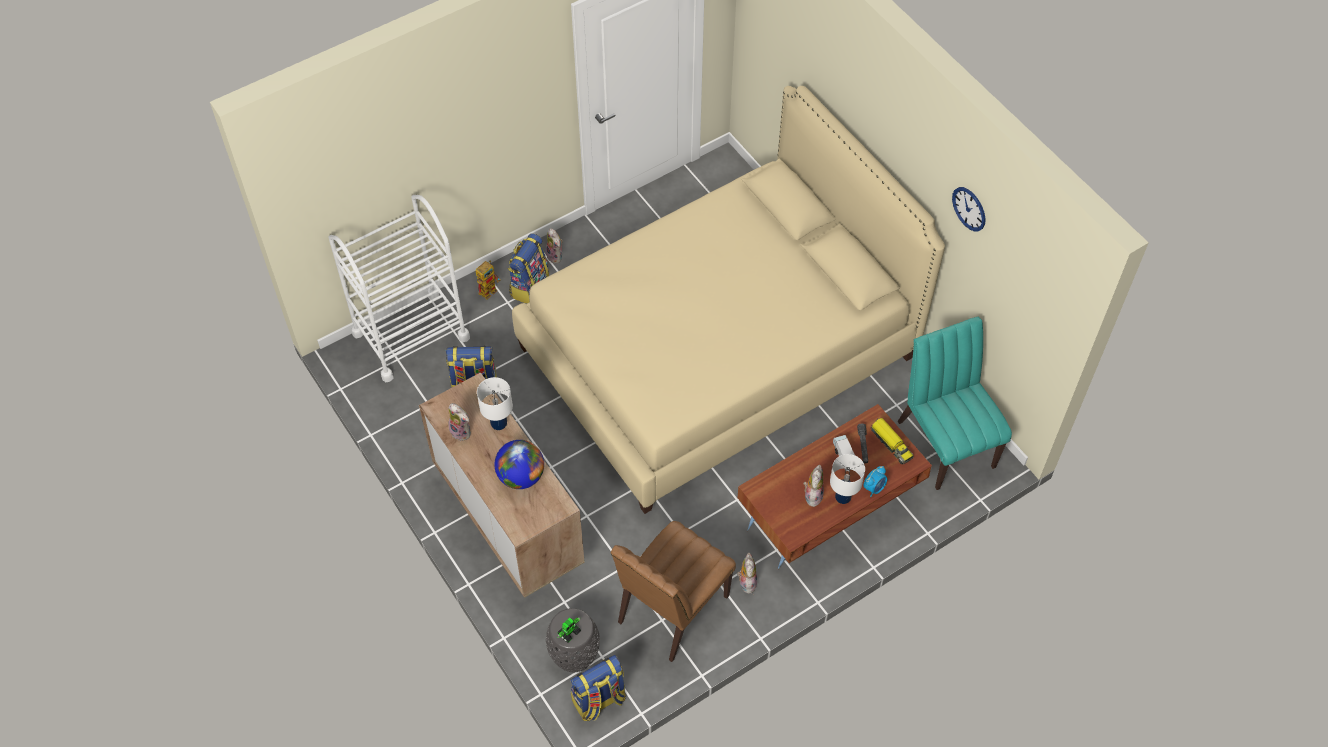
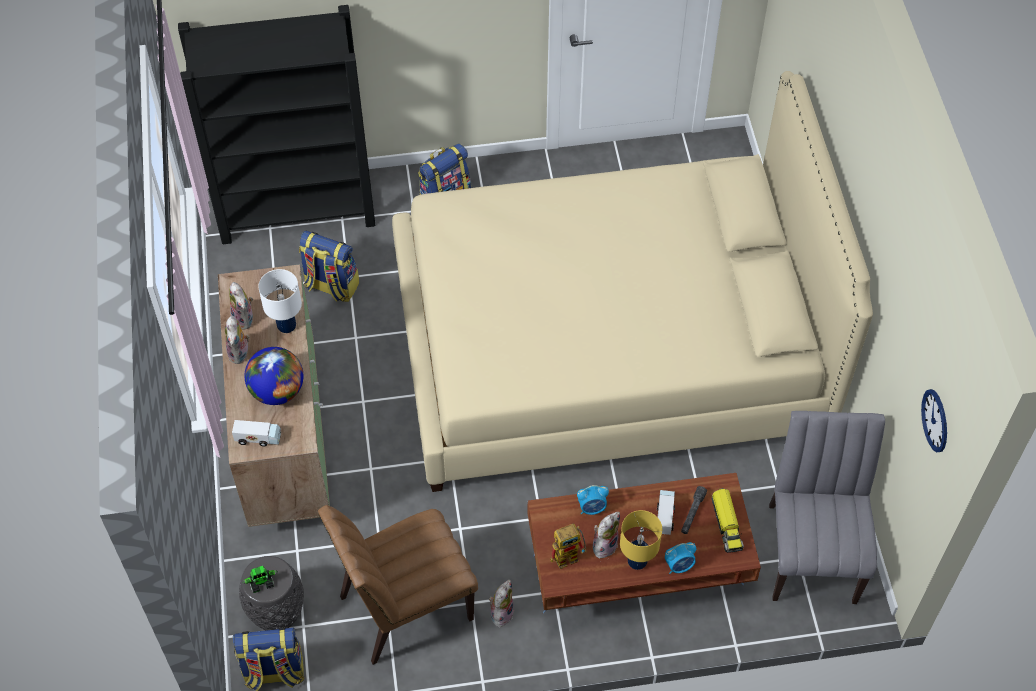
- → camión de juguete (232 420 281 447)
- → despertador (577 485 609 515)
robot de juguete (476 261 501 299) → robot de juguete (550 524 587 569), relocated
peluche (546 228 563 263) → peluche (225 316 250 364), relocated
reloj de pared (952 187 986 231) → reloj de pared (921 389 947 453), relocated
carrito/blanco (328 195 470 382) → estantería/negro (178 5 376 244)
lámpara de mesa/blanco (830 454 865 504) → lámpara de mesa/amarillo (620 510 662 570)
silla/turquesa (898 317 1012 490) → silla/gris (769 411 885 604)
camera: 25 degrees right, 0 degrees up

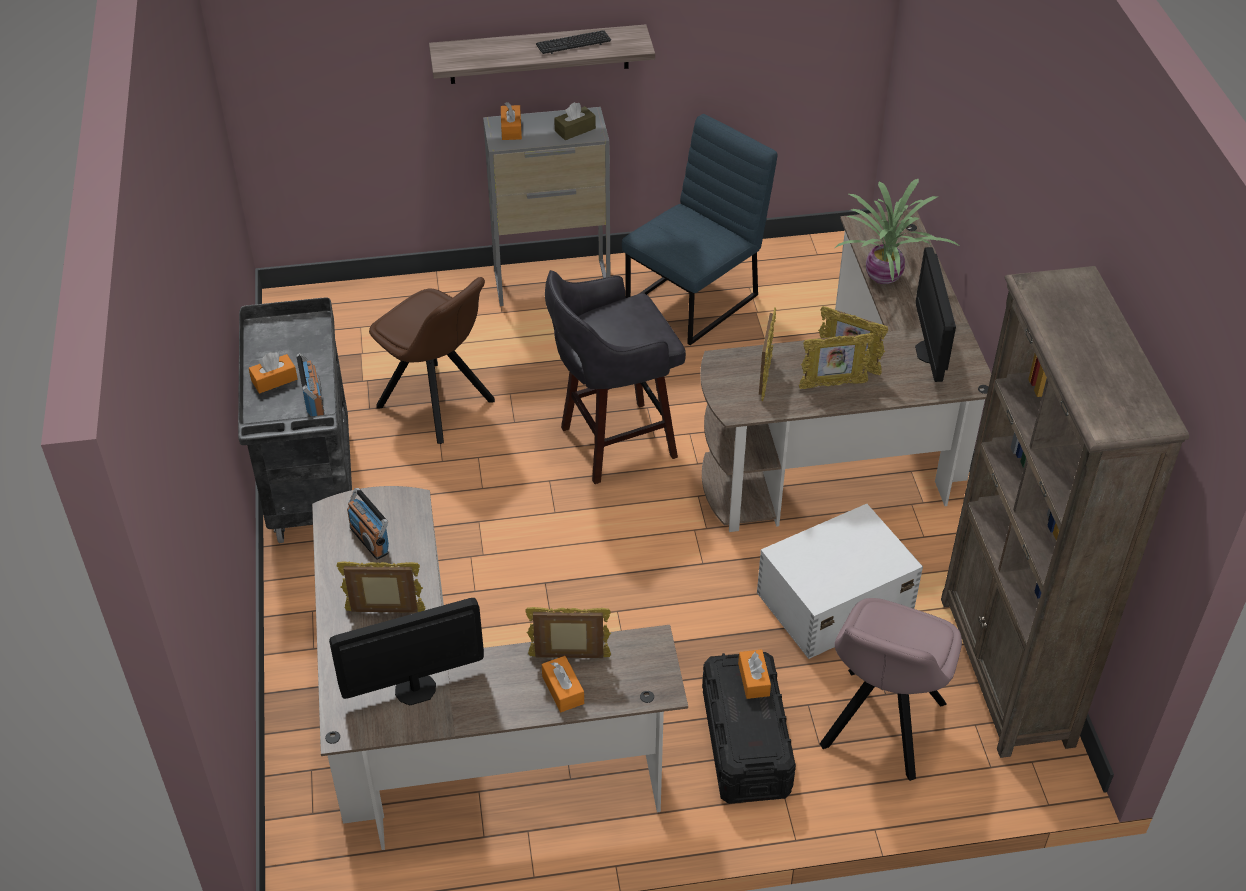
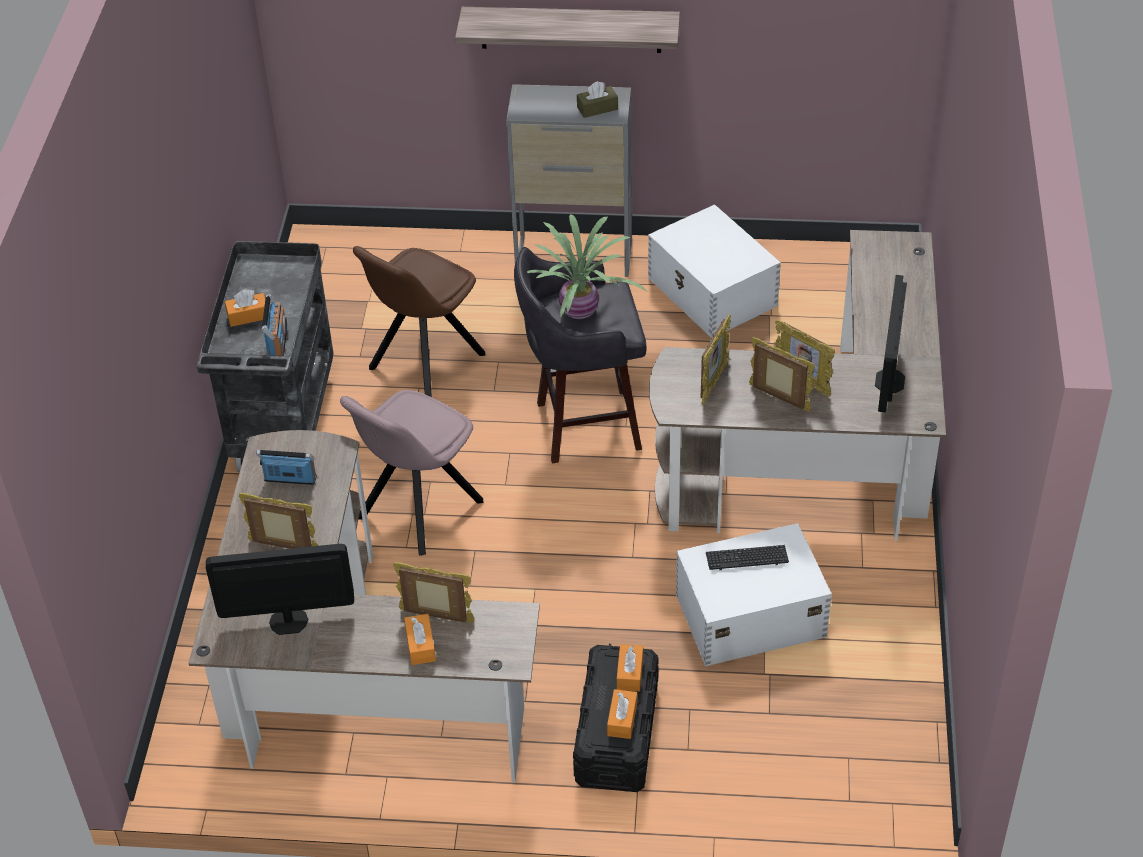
estantería/marrón (941 266 1189 758) → -
caja de pañuelos/naranja (501 102 522 140) → caja de pañuelos/naranja (607 689 637 739), relocated
teclado (536 30 611 54) → teclado (706 545 789 570), relocated
silla/rosa (820 598 962 781) → silla/rosa (340 390 484 555), relocated
planta en maceta (835 179 959 284) → planta en maceta (527 214 646 319), relocated
silla/azul (622 114 777 345) → caja de almacenaje/blanco (648 204 781 338)
radio (347 488 389 560) → radio (256 450 317 485), 120 degrees clockwise
silla/marrón (369 277 495 444) → silla/marrón (353 246 485 397), 75 degrees clockwise
portarretratos (799 333 875 389) → portarretratos (749 337 815 412), 150 degrees counterclockwise
camera: 15 degrees right, 0 degrees up

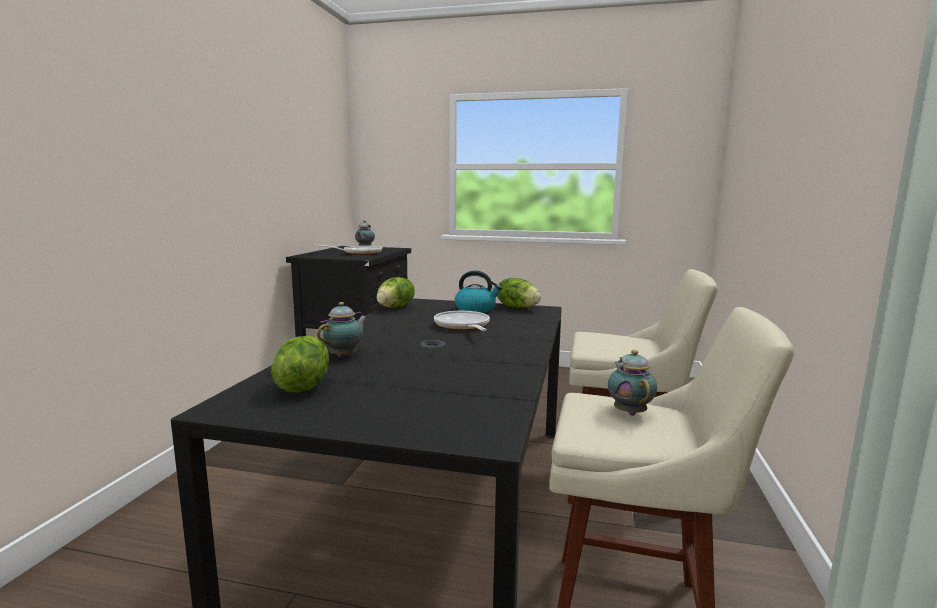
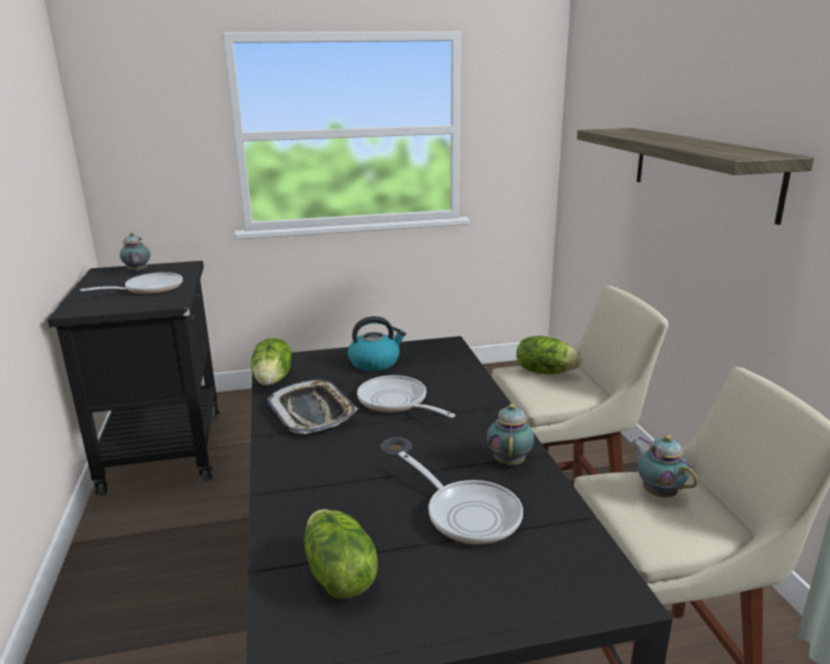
- → bandeja (267 380 358 434)
- → sartén (398 451 523 544)
- → estante (577 128 814 225)
tetera (317 302 368 358) → tetera (487 404 534 466), relocated
lechuga (497 278 541 308) → lechuga (516 336 582 374), relocated
camera: 25 degrees left, 10 degrees up

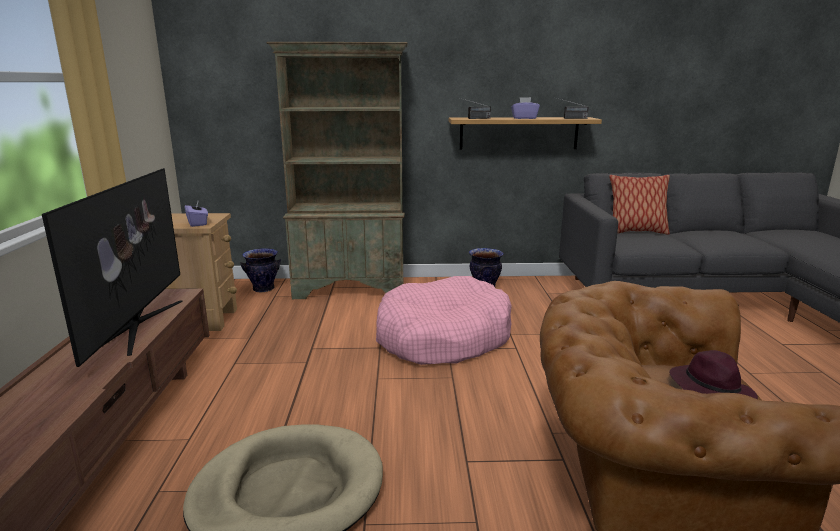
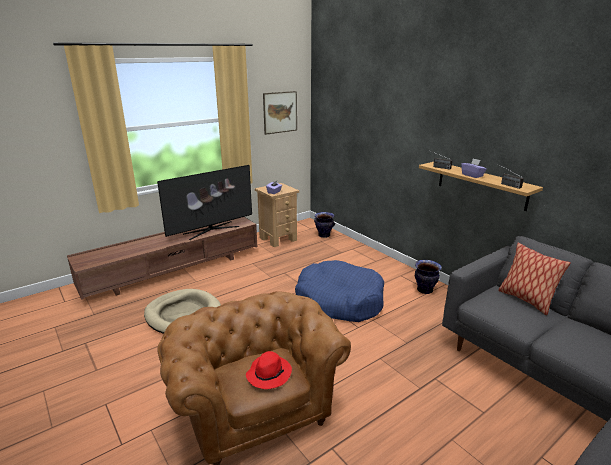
estantería/verde (266 42 408 299) → -
- → cuadro (263 91 297 135)
cama para perro/rosa (376 276 512 365) → cama para perro/azul (295 260 384 322)
sombrero/morado (669 350 758 399) → sombrero/rojo (246 351 292 389)
camera: 55 degrees right, 5 degrees up

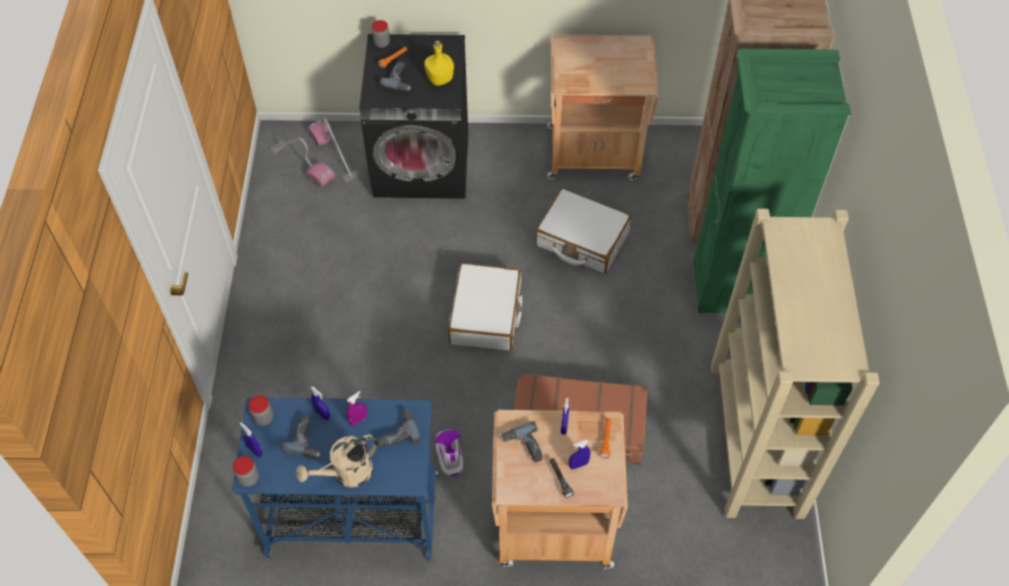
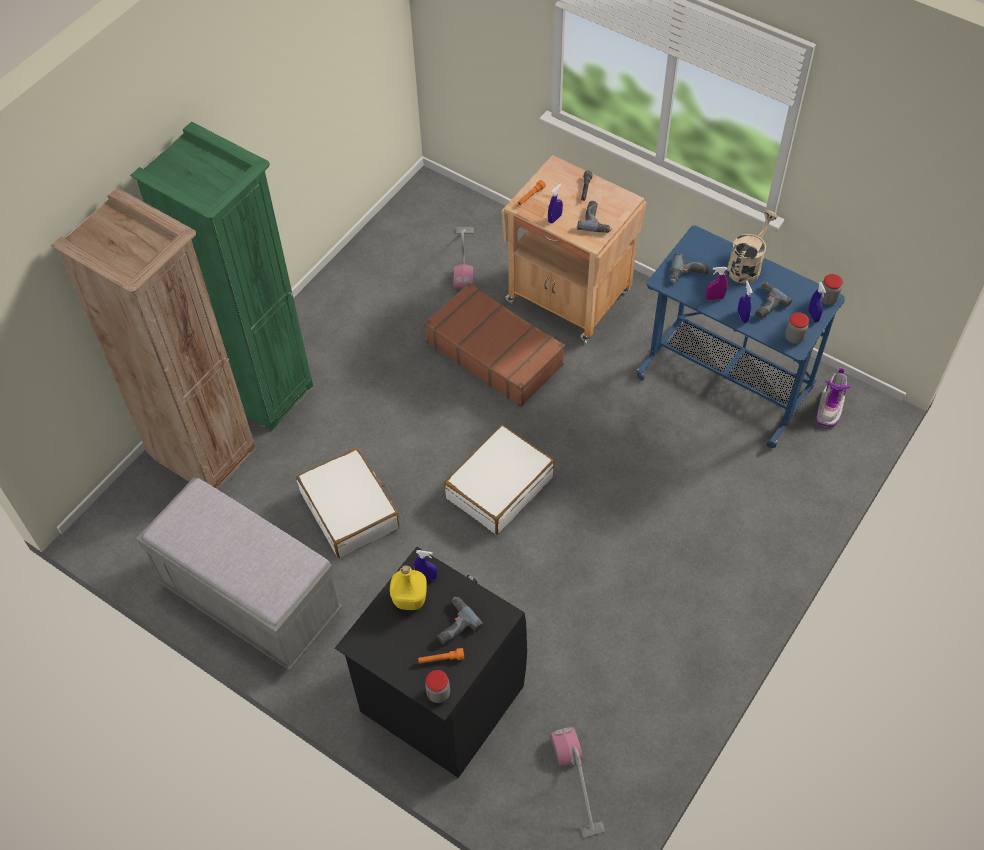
estantería/beis (711 209 880 519) → -
aspiradora (307 118 360 182) → aspiradora (453 227 473 289), relocated
bota (435 429 463 476) → bota (816 368 852 427), relocated
pulverizador/azul (569 440 590 470) → pulverizador/azul (414 550 438 580), relocated
carrito/marrón (547 34 658 181) → banco/gris (136 478 343 671)
regadera/beis (296 435 377 488) → regadera/beis (727 210 778 283), 60 degrees counterclockwise
camera: 145 degrees left, 0 degrees up

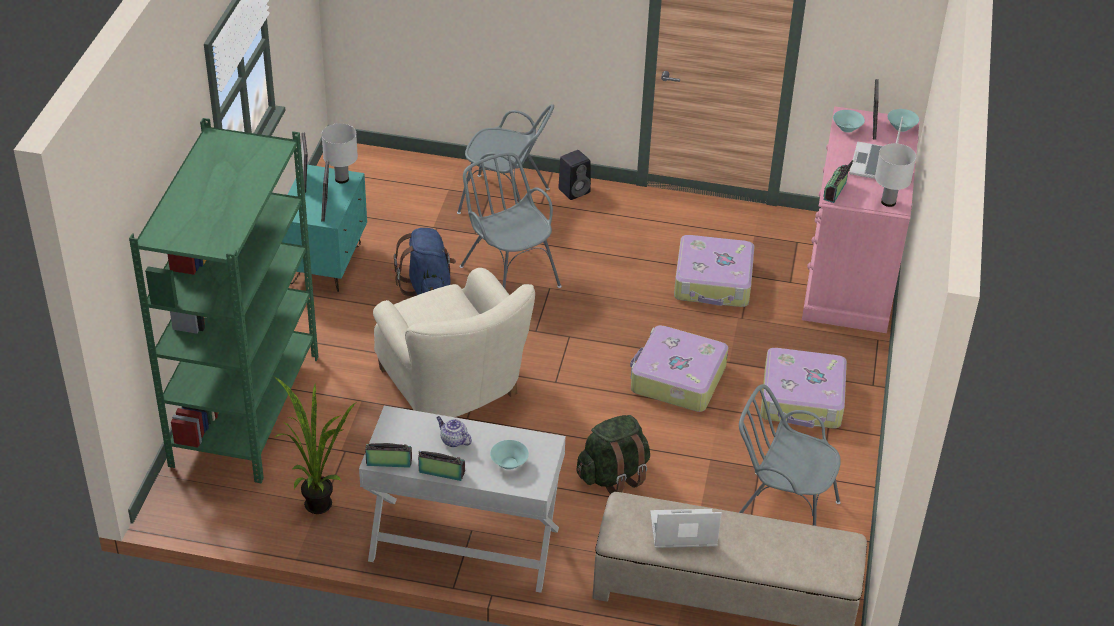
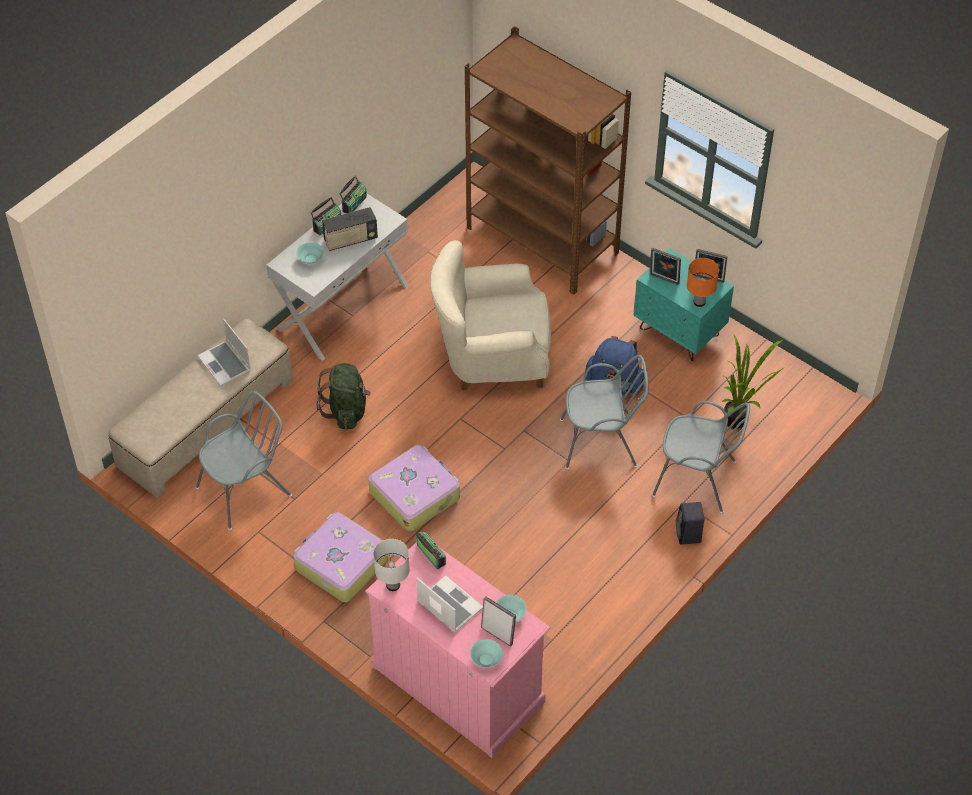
maleta (674 235 754 307) → -
planta en maceta (275 377 357 514) → planta en maceta (722 335 785 429), relocated
tetera (436 416 472 447) → radio (322 207 378 251)
estantería/verde (129 118 318 483) → estantería/marrón (465 26 631 295)
lámpara de mesa/blanco (321 123 358 184) → lámpara de mesa/naranja (687 258 719 307)
silla/gris (457 104 554 214) → silla/gris (652 401 750 514), 120 degrees counterclockwise
portátil (650 509 722 548) → portátil (197 319 251 386), 120 degrees clockwise
camera: 120 degrees right, 10 degrees up

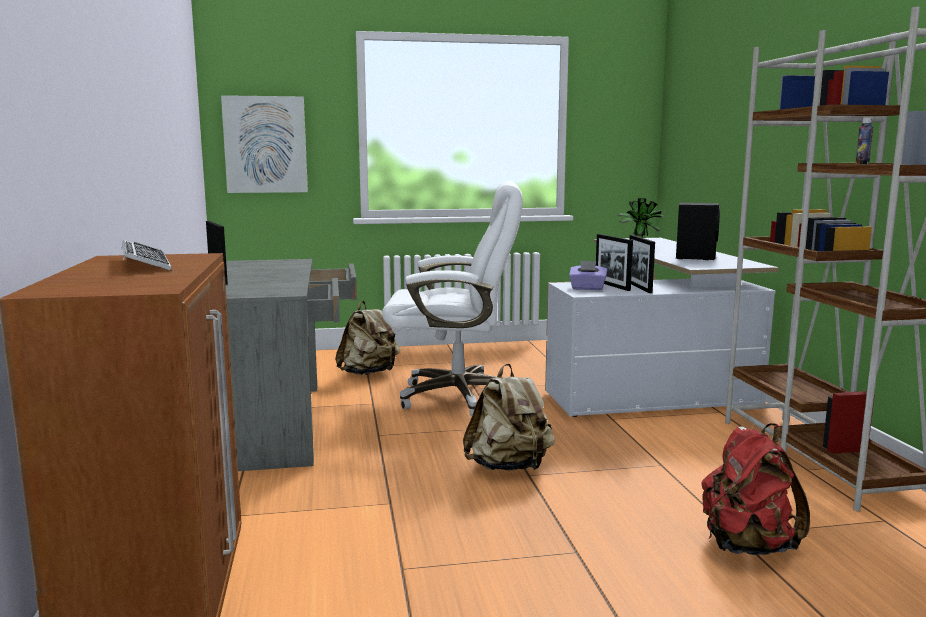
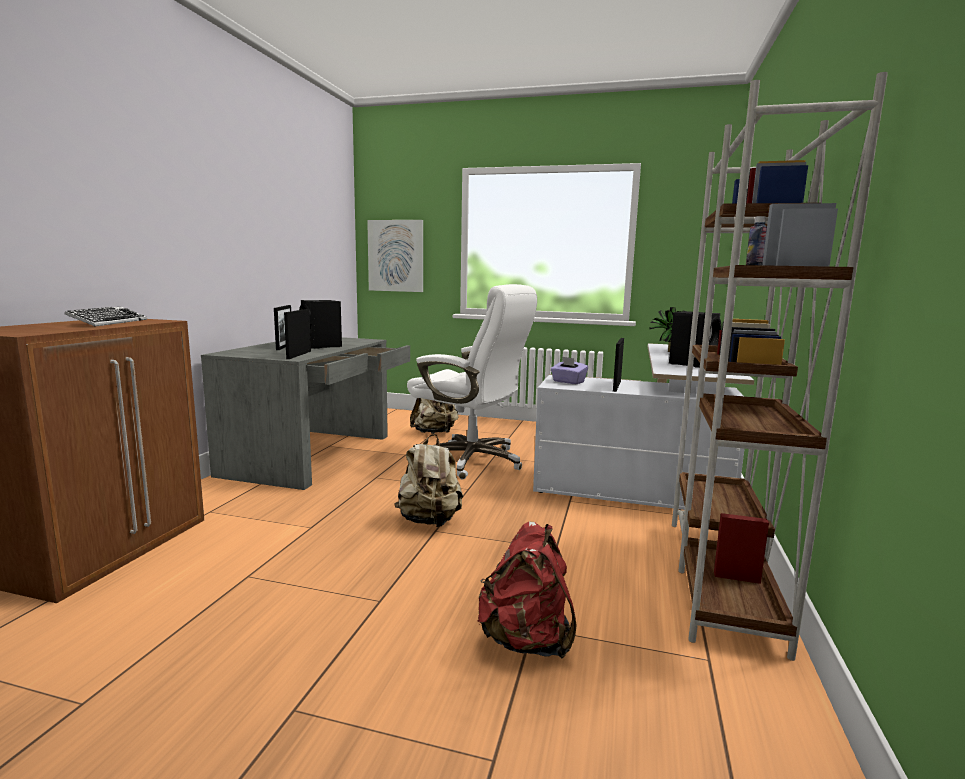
- → altavoz/negro (299 300 342 349)
portarretratos (596 234 633 291) → portarretratos (284 309 311 359), relocated
camera: 25 degrees right, 0 degrees up

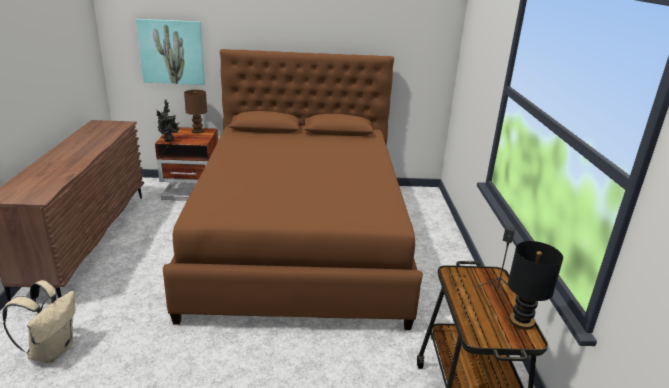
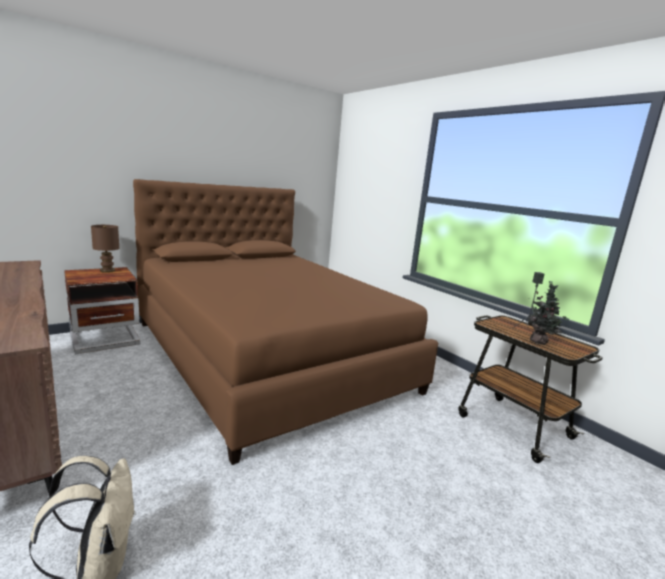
cuadro (136 19 205 85) → -
lámpara de mesa/negro (508 241 563 330) → -
planta en maceta (156 99 180 142) → planta en maceta (527 281 569 345), relocated
camera: 35 degrees left, 10 degrees down

